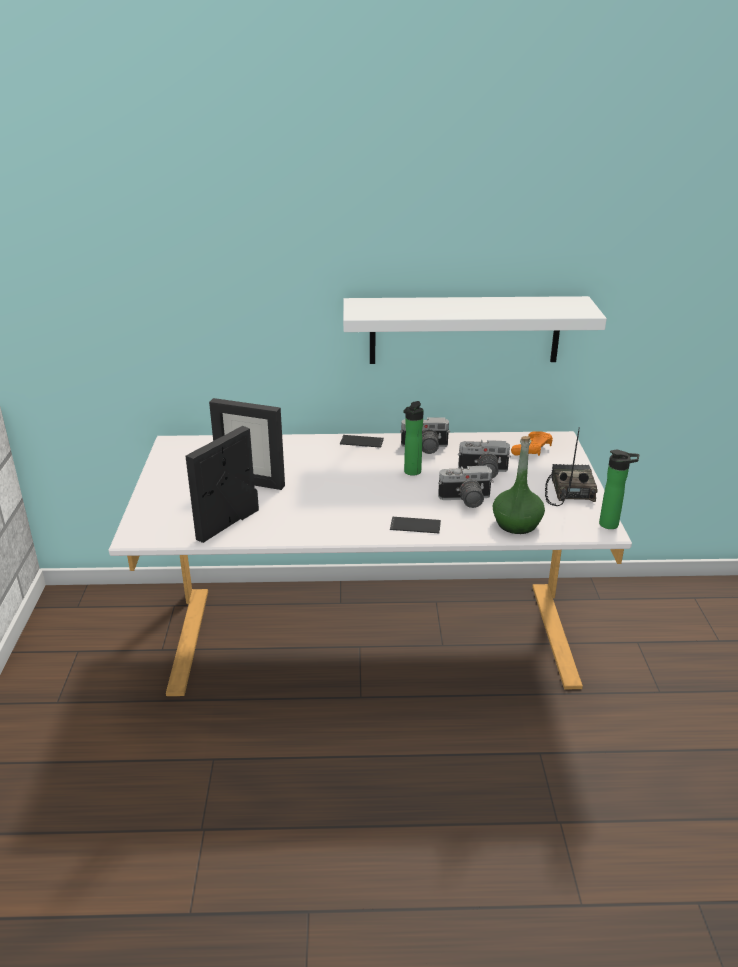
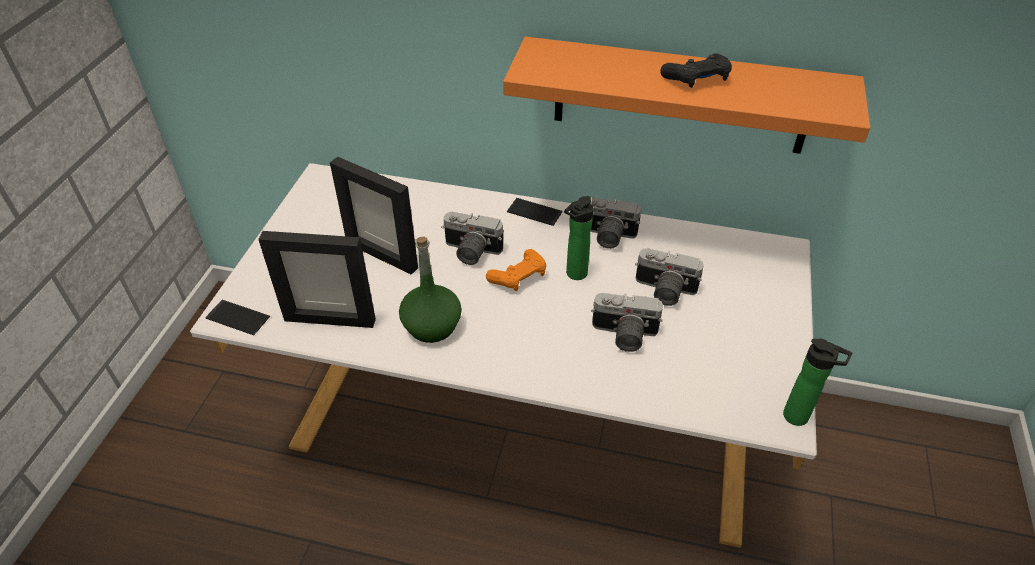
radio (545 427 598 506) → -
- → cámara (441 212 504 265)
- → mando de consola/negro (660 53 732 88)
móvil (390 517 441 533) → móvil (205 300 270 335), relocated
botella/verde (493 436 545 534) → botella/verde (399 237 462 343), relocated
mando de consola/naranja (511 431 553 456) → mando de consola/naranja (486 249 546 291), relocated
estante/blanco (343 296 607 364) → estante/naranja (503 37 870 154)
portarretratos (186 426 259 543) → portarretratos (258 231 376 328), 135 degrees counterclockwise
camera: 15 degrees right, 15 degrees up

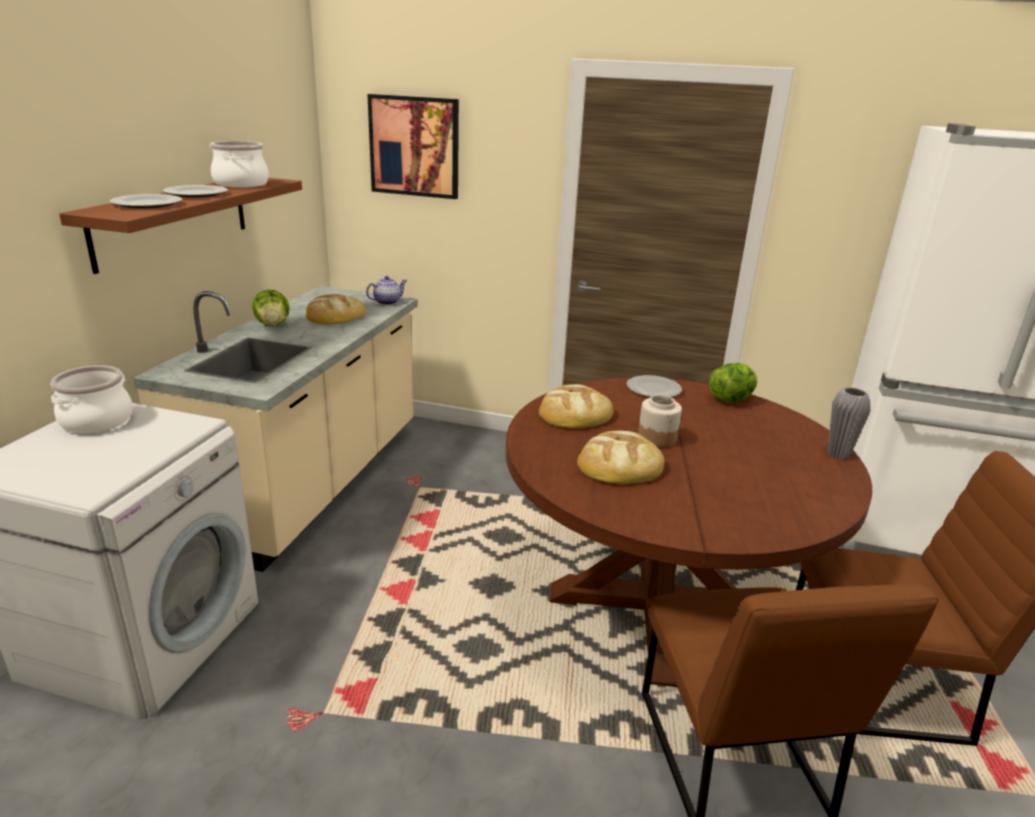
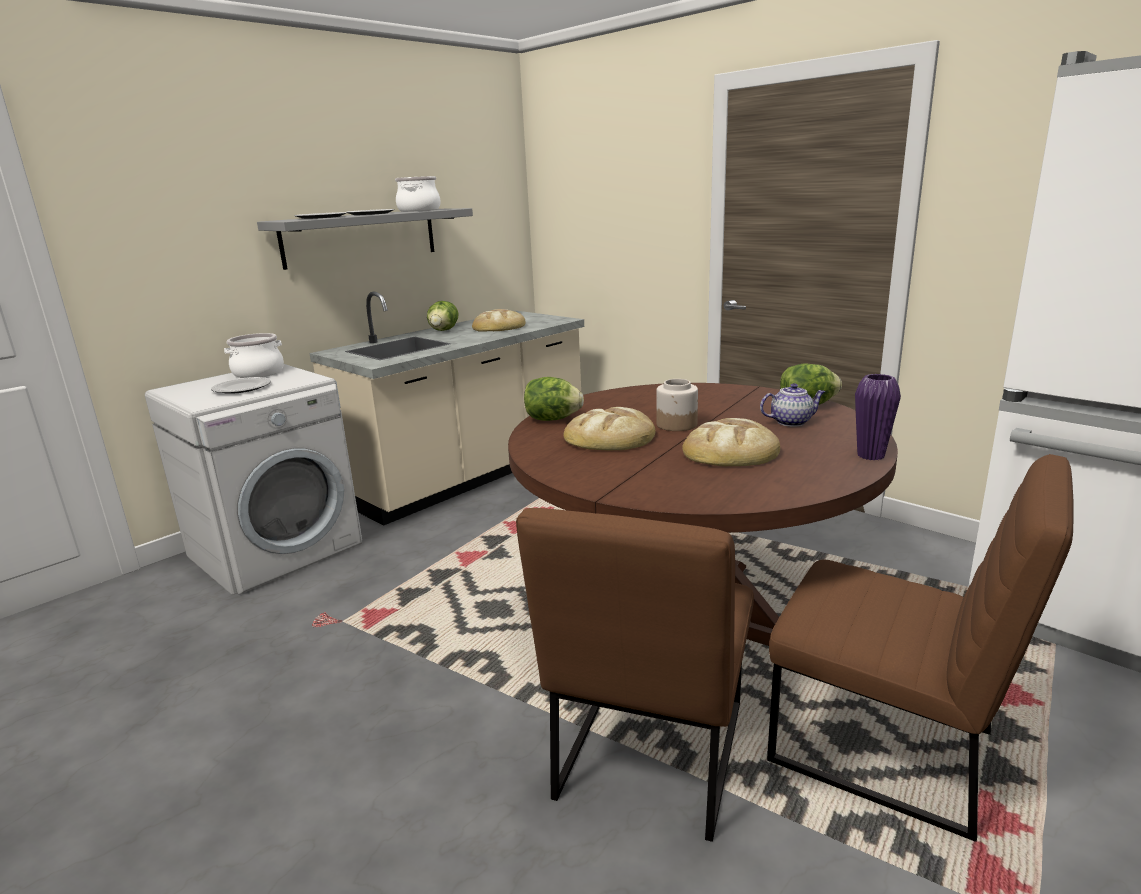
cuadro (367 94 459 199) → -
- → lechuga (524 377 584 421)
tetera (366 276 407 305) → tetera (760 383 825 427), relocated
pan (539 384 613 428) → pan (682 418 780 467), relocated
plato (626 375 682 397) → plato (211 377 271 394), relocated
estante/marrón (59 178 302 274) → estante/gris (257 208 473 270)
florero/gris (827 387 871 459) → florero/morado (855 374 901 461)
camera: 30 degrees right, 5 degrees down

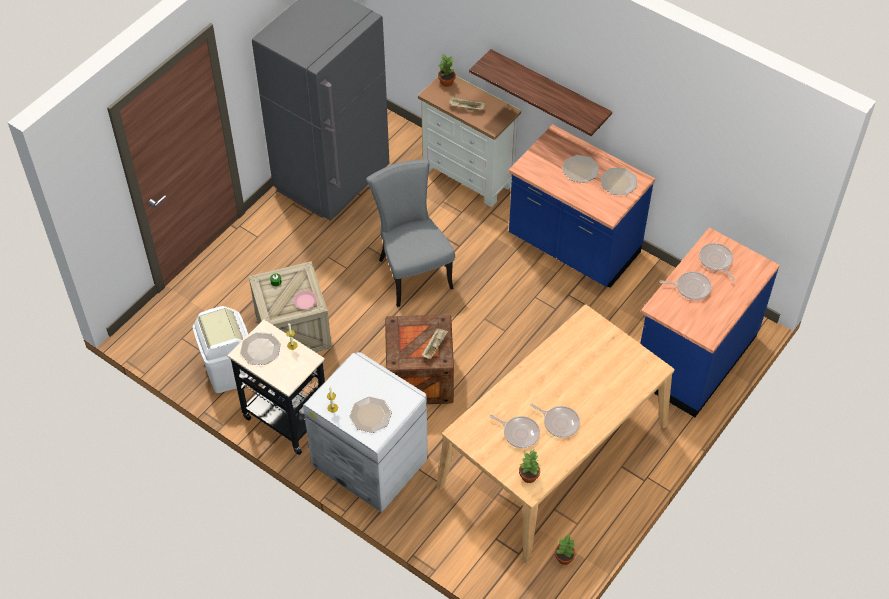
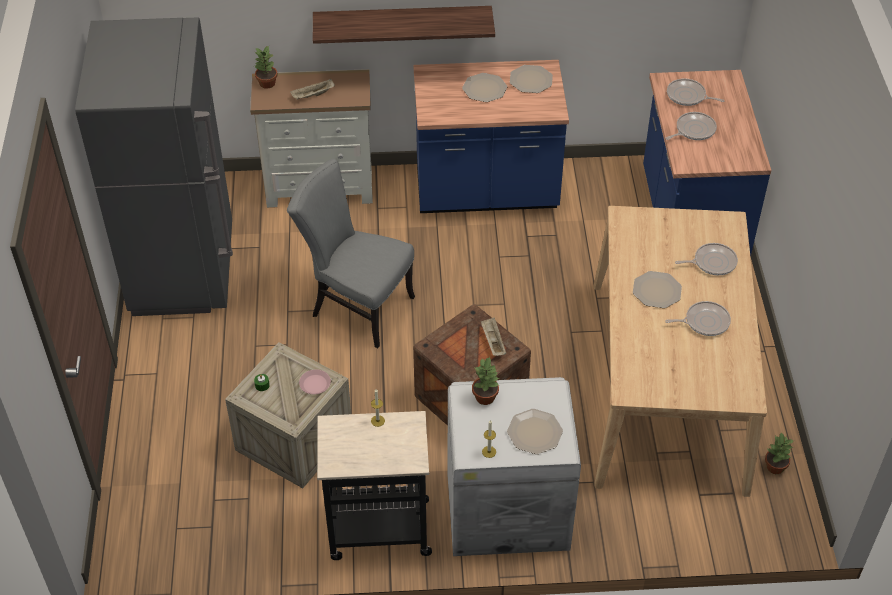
papelera/blanco (193 306 255 393) → -
plato (240 332 281 365) → plato (633 271 682 308), relocated
sartén (489 415 540 448) → sartén (675 243 738 275), relocated
planta en maceta (519 450 540 483) → planta en maceta (472 357 499 405), relocated
camera: 40 degrees left, 5 degrees down

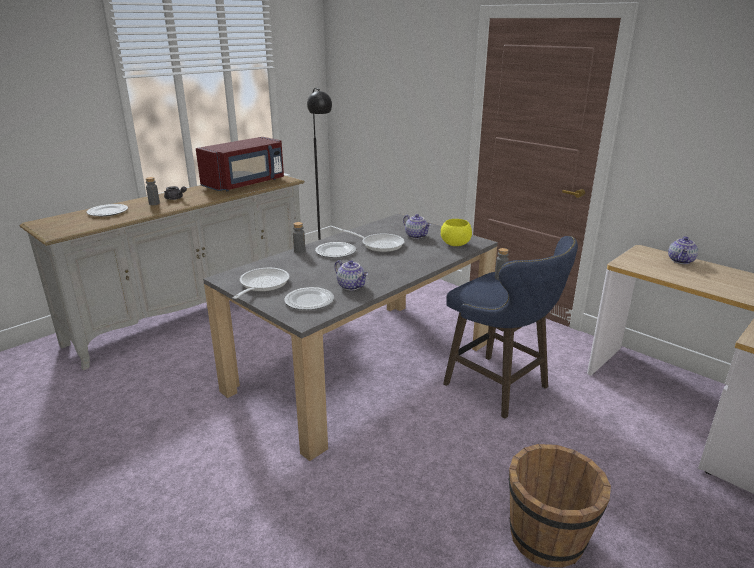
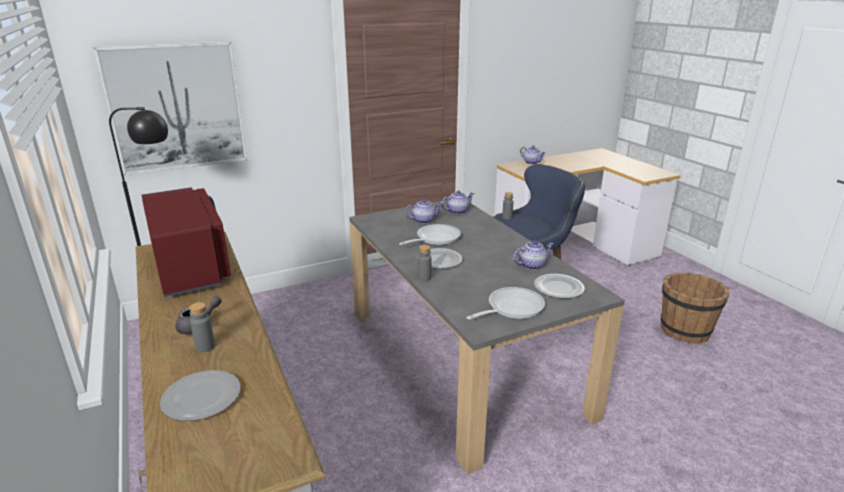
- → cuadro (93 42 247 175)
cuenco/amarillo (441 219 472 246) → tetera (441 190 474 214)
sartén (233 268 290 299) → sartén (466 287 545 320), 105 degrees clockwise
camera: 70 degrees left, 0 degrees up

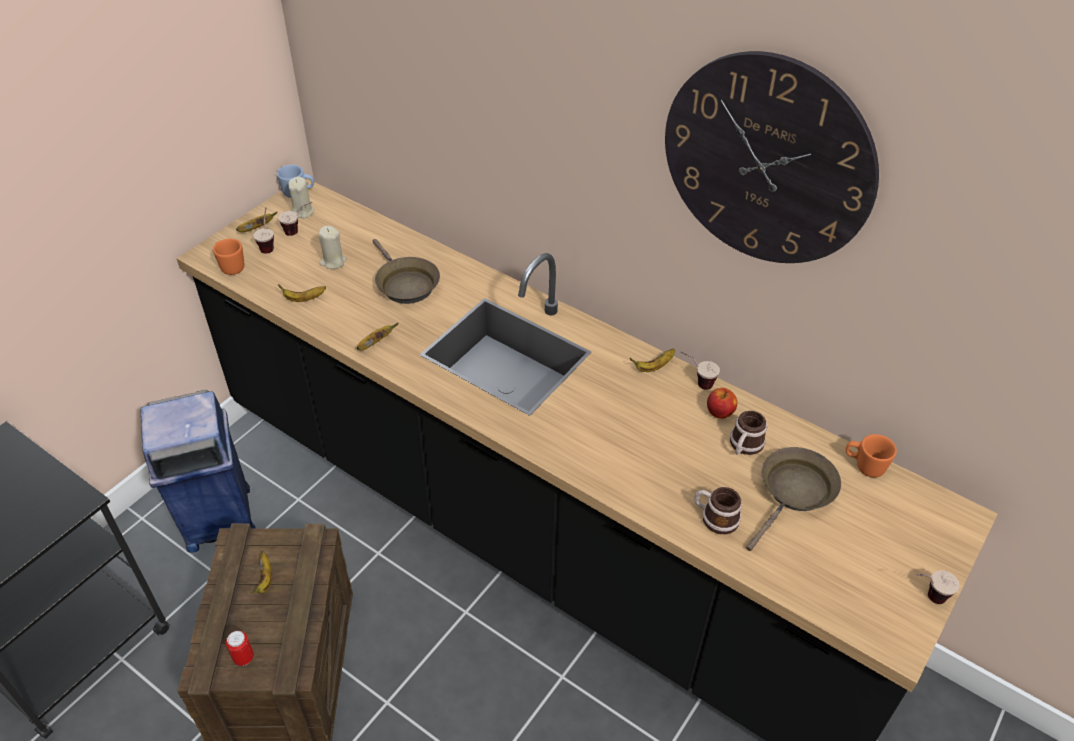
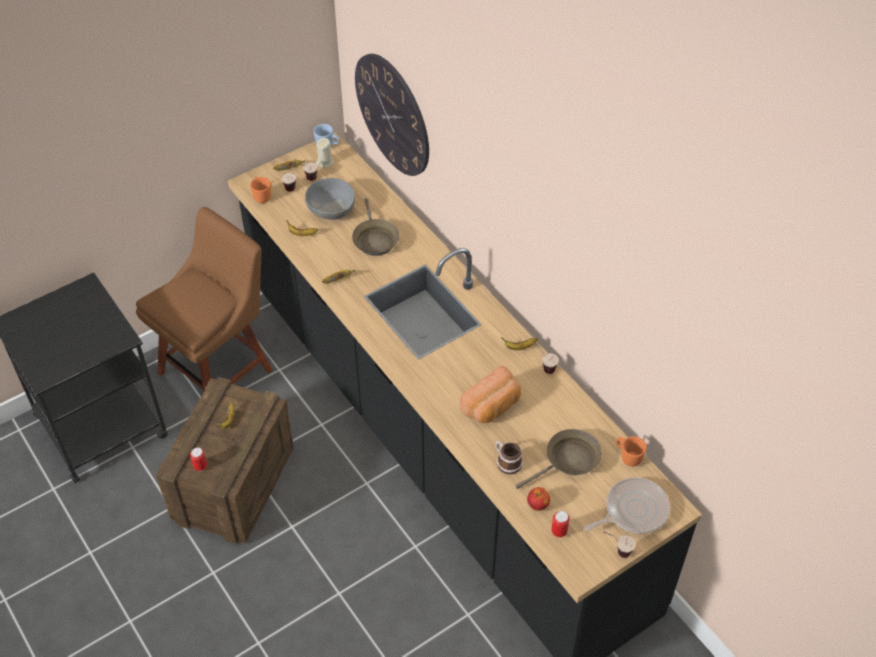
taza grande (730 411 767 455) → -
- → pan (460 366 521 423)
- → lata (551 511 570 537)
- → sartén (584 477 670 534)
reloj de pared (665 51 879 263) → reloj de pared (355 54 429 176), relocated
manzana (707 388 737 419) → manzana (527 487 550 511), relocated
papelera/azul (140 390 255 553) → silla/marrón (136 207 273 391)
vela/beis (318 226 346 269) → cuenco/gris (305 178 355 220)
camera: 20 degrees right, 5 degrees up

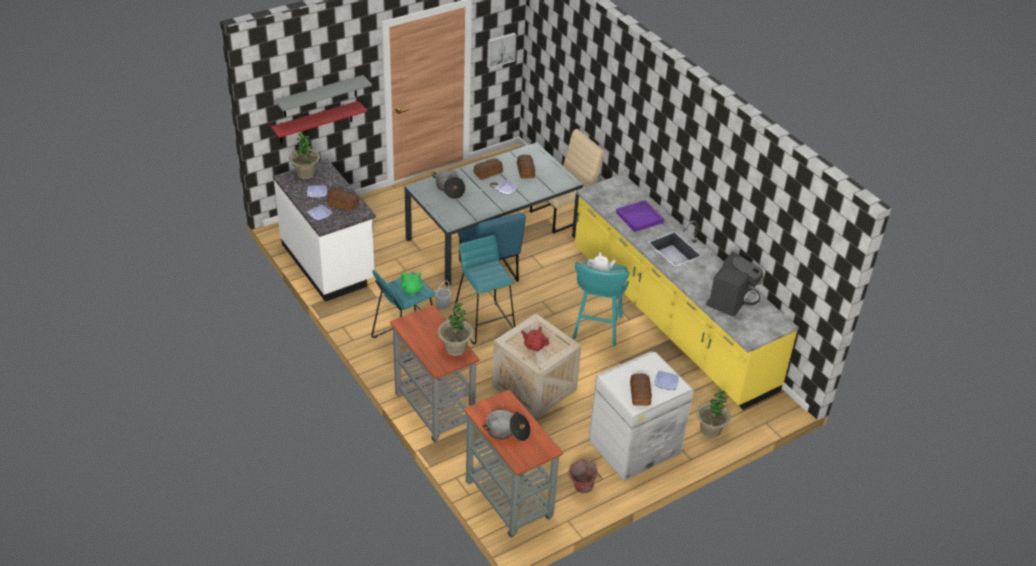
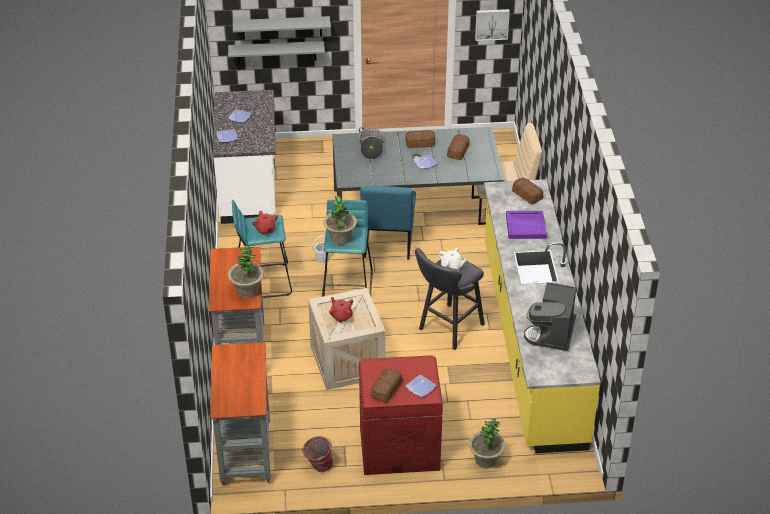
olla (482 410 531 441) → -
planta en maceta (289 132 320 179) → planta en maceta (323 195 357 245), relocated
pan (327 189 359 211) → pan (512 178 543 205), relocated
estante/rojo (271 101 367 143) → estante/gris (228 41 325 64)
tetera/verde (400 272 424 295) → tetera/rojo (252 211 278 235)
taburete/turquesa (573 261 629 346) → taburete/negro (415 248 485 350)
lavadora/blanco (589 351 694 481) → lavadora/rojo (359 355 443 475)
cafetera (706 251 764 317) → cafetera (524 282 576 351), 135 degrees clockwise
camera: 30 degrees right, 0 degrees up

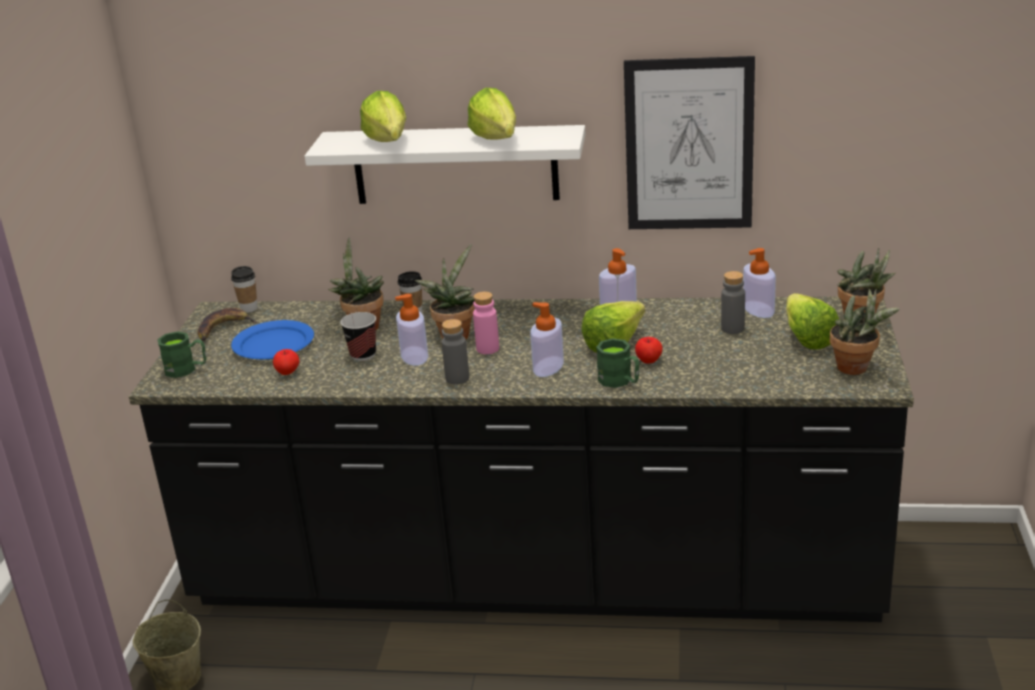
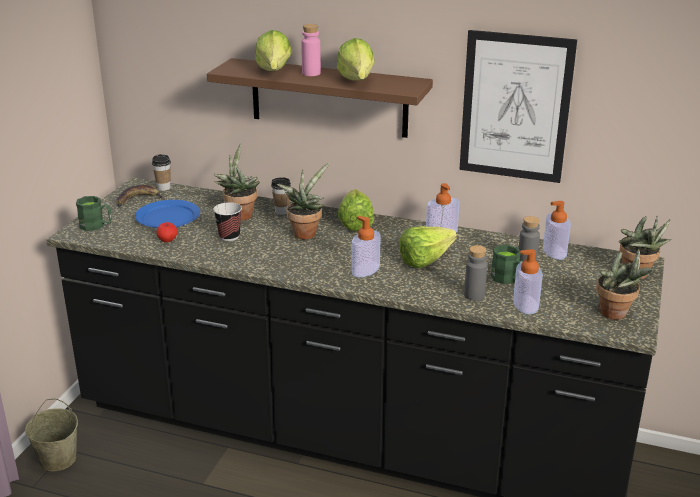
manzana (635 337 663 364) → -
dispensador de jabón (395 294 428 366) → dispensador de jabón (513 249 543 314), relocated
botella/gris (441 319 469 384) → botella/gris (464 245 487 301), relocated
botella/rosa (473 291 499 354) → botella/rosa (301 24 321 76), relocated
taza grande/verde (596 338 639 388) → taza grande/verde (491 245 523 284), relocated
lechuga (786 293 839 350) → lechuga (338 189 374 231), relocated
estante/blanco (304 125 586 204) → estante/marrón (207 58 433 138)
camera: 10 degrees right, 0 degrees up

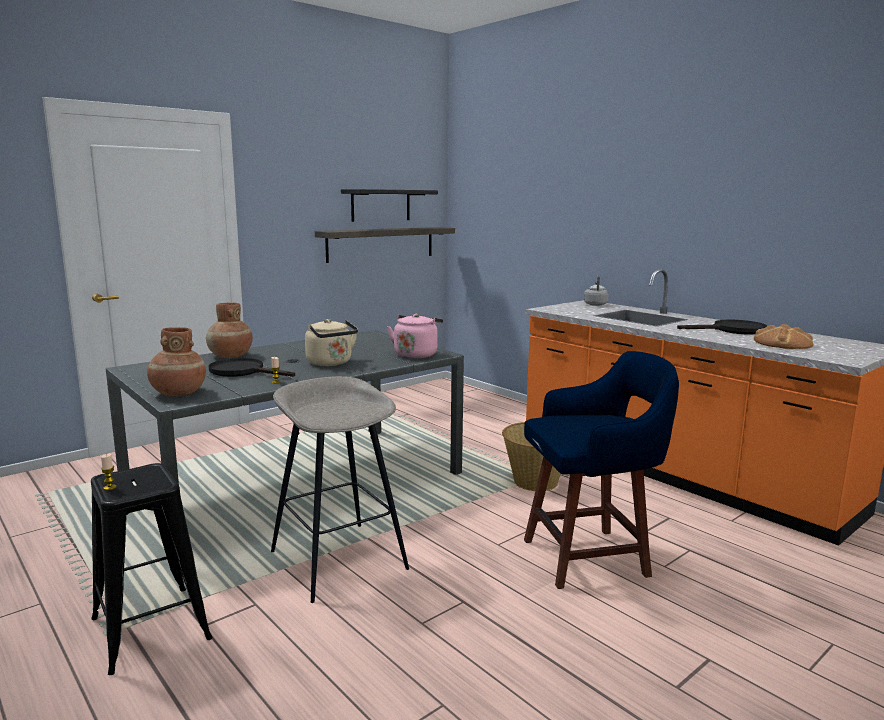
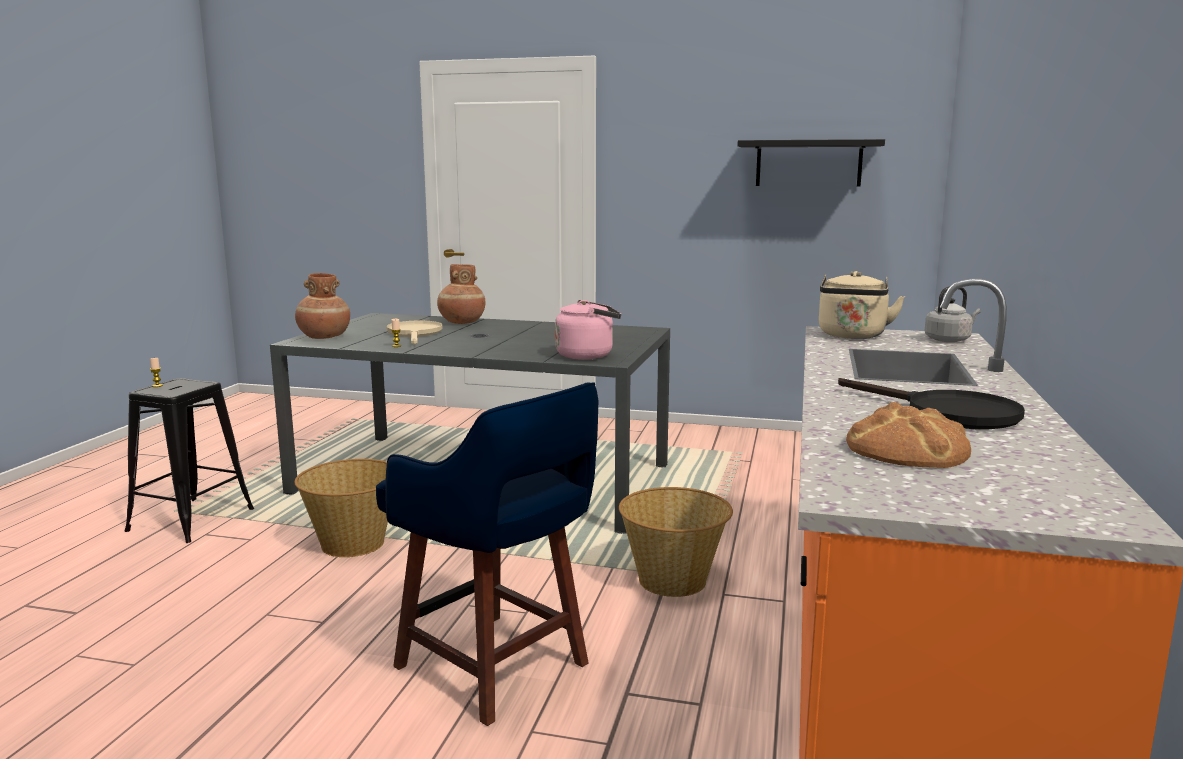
estante (315 227 455 263) → -
hervidor/beis (305 319 358 366) → hervidor/beis (819 271 905 339), relocated
taburete/gris (271 376 409 603) → cesta (295 459 388 557)
sartén/negro (208 358 295 377) → sartén/beis (386 321 443 344)
camera: 55 degrees right, 0 degrees up

